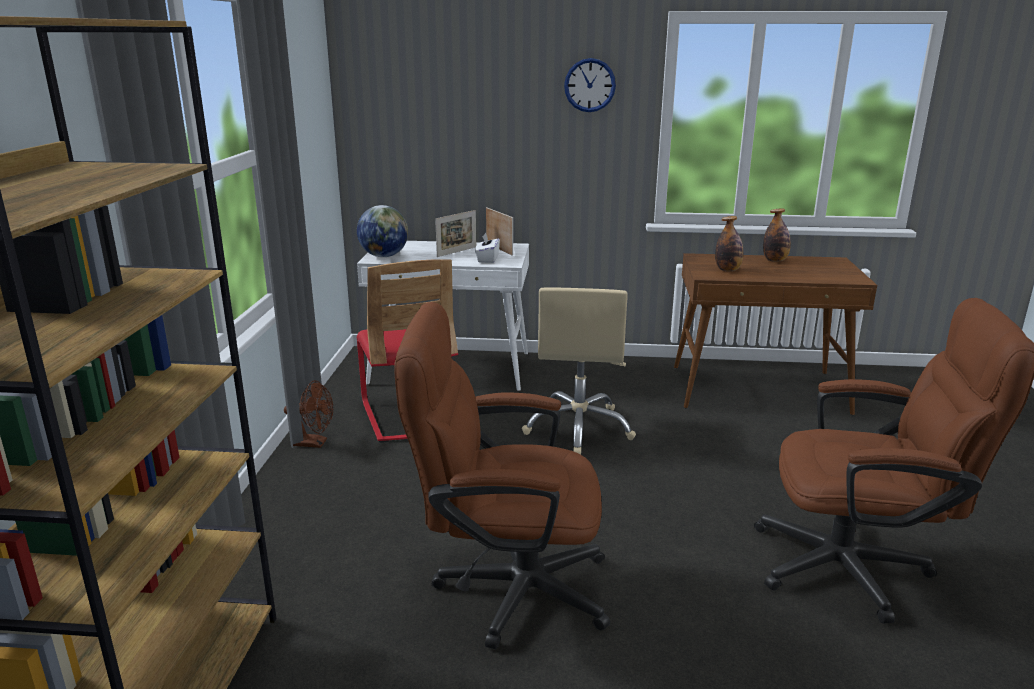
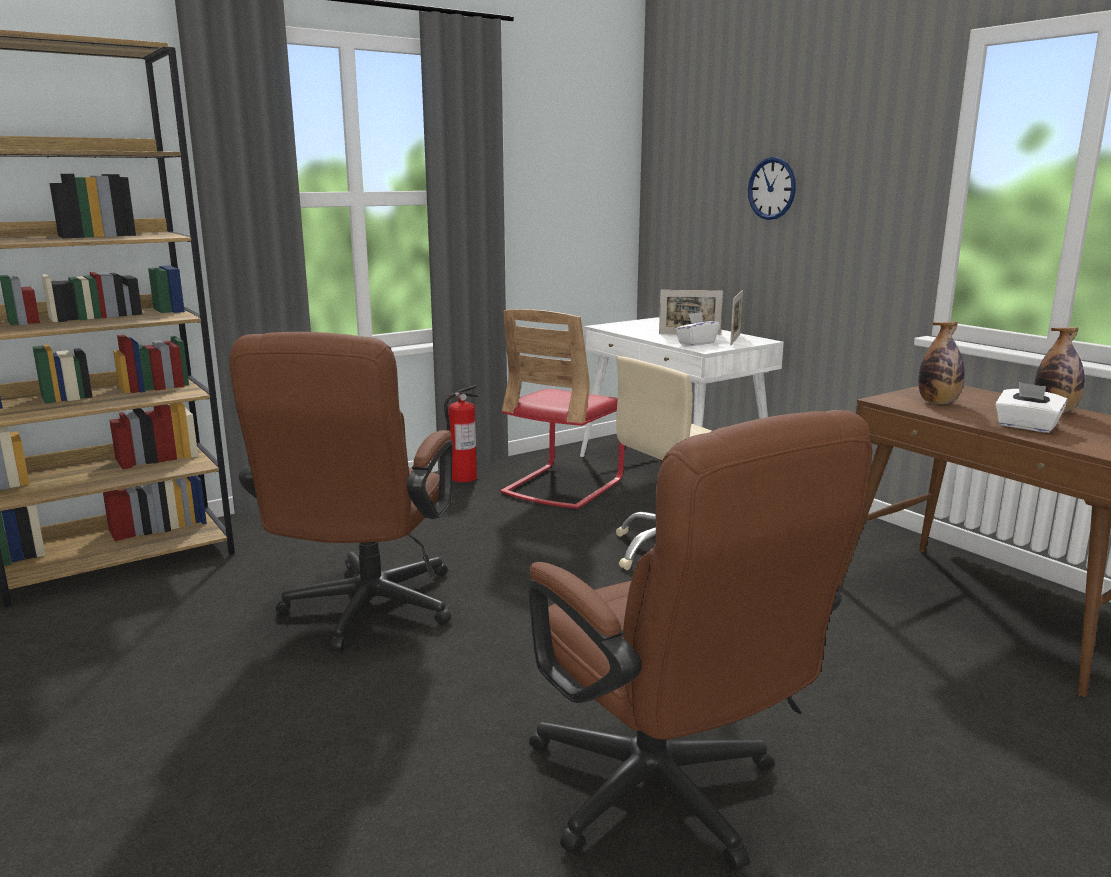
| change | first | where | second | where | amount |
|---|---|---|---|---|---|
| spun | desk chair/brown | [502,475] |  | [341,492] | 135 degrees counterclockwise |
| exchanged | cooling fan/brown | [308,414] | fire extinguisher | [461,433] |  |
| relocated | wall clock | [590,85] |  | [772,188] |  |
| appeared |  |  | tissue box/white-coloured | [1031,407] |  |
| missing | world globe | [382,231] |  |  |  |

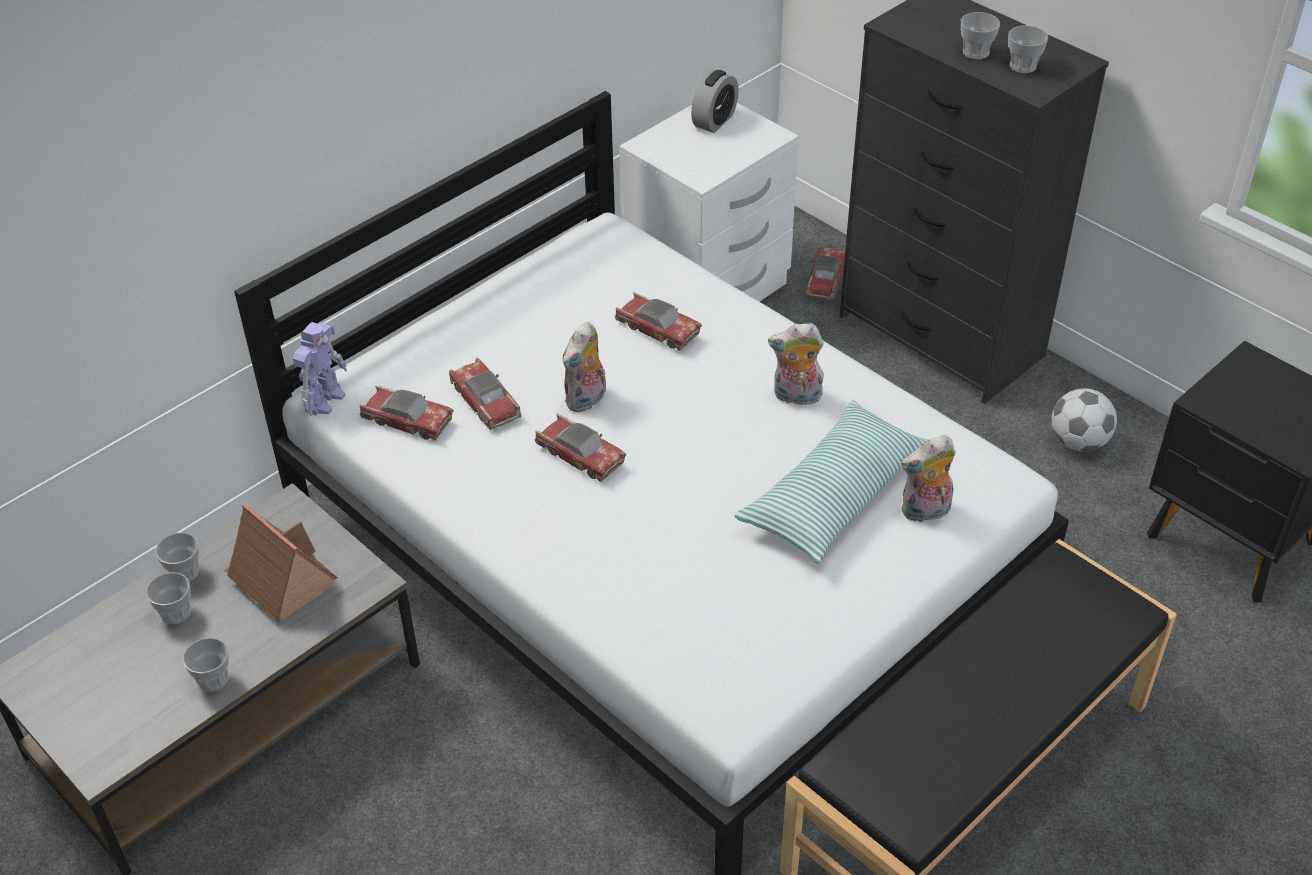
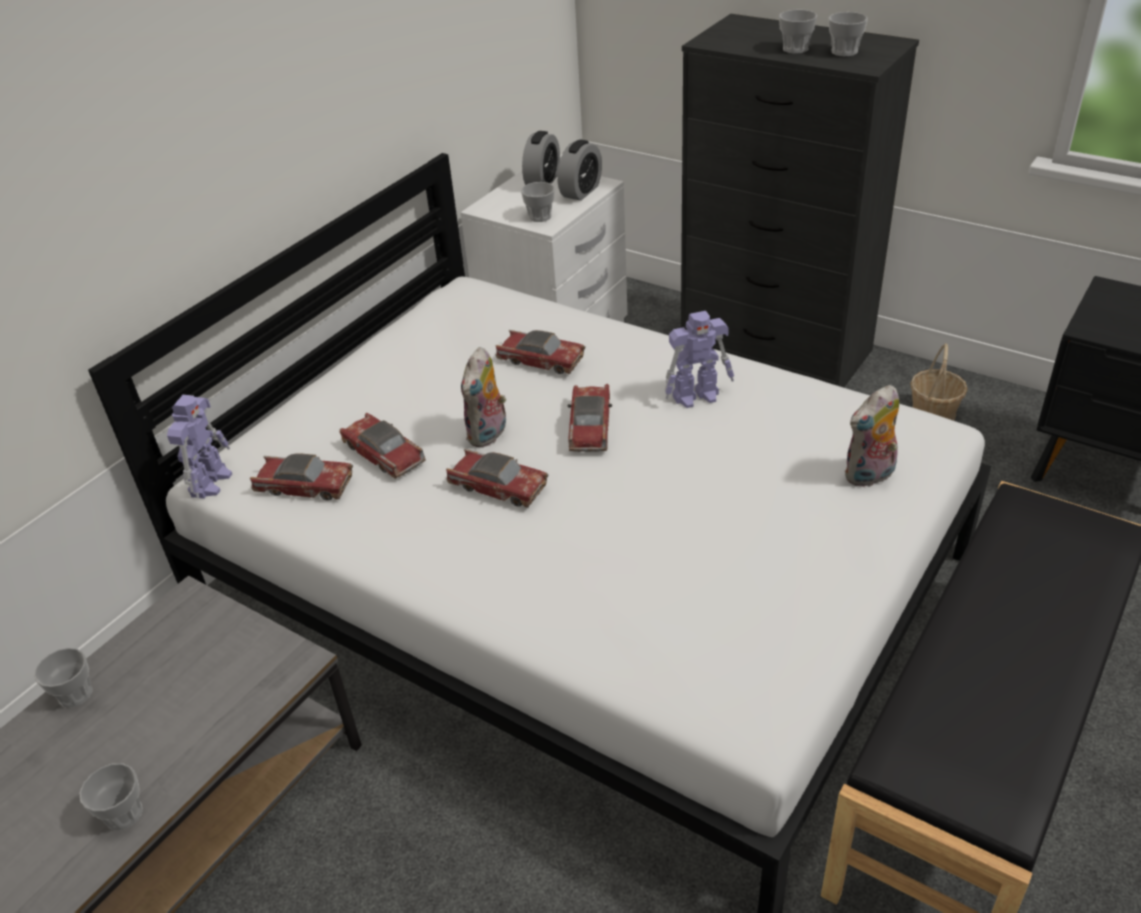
| change | first | where | second | where | amount |
|---|---|---|---|---|---|
| relocated | drinking cup | [168,598] |  | [538,202] |  |
| appeared |  |  | alarm clock | [579,170] |  |
| relocated | miniature car | [825,272] |  | [590,418] |  |
| exchanged | plush toy | [796,364] | toy robot | [699,359] |  |
| exchanged | football ball | [1084,420] | household basket | [939,382] |  |
| missing | model house | [281,562] |  |  |  |
| missing | pillow | [831,482] |  |  |  |

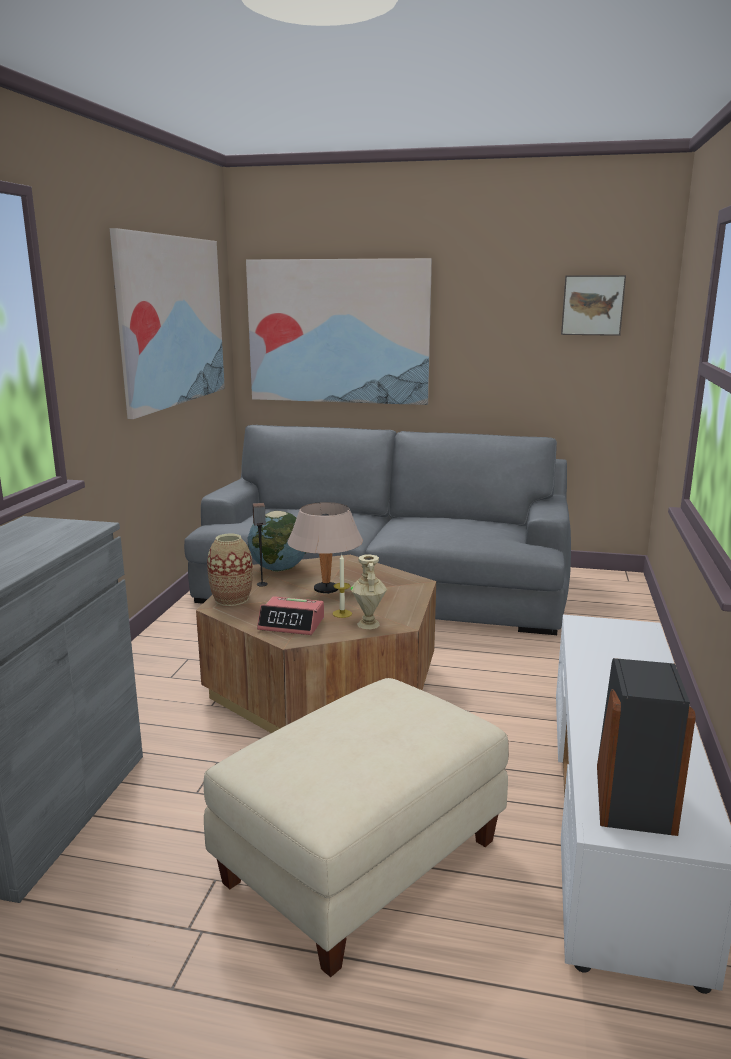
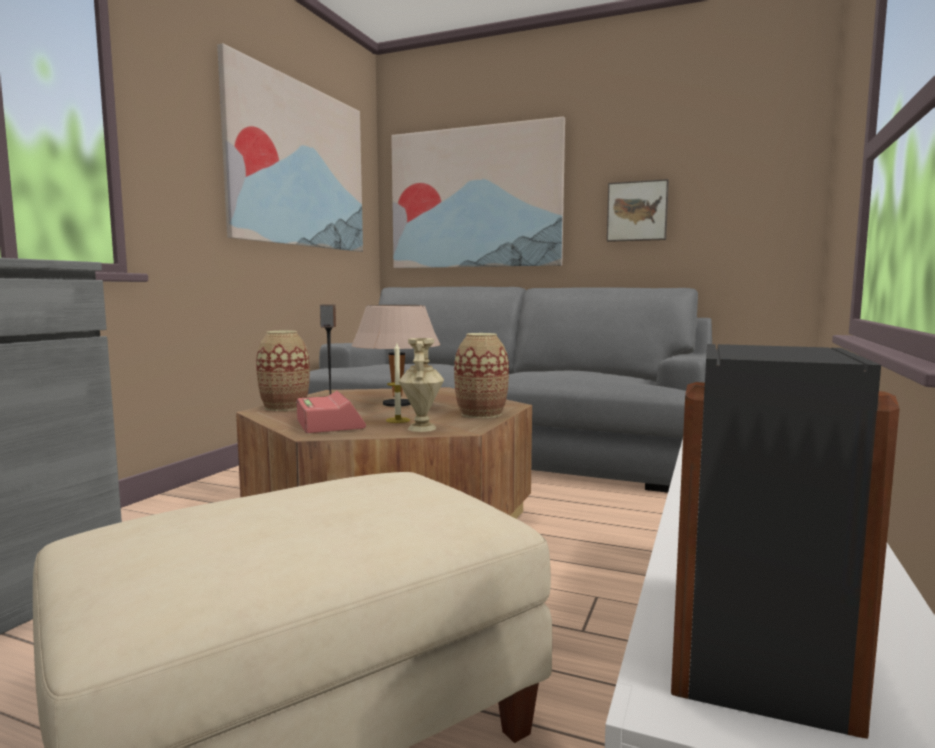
| change | first | where | second | where | amount |
|---|---|---|---|---|---|
| spun | alarm clock | [290,615] |  | [331,412] | 135 degrees counterclockwise |
| appeared |  |  | vase | [481,375] |  |
| relocated | wall picture | [593,305] |  | [638,210] |  |
| missing | world globe | [277,541] |  |  |  |

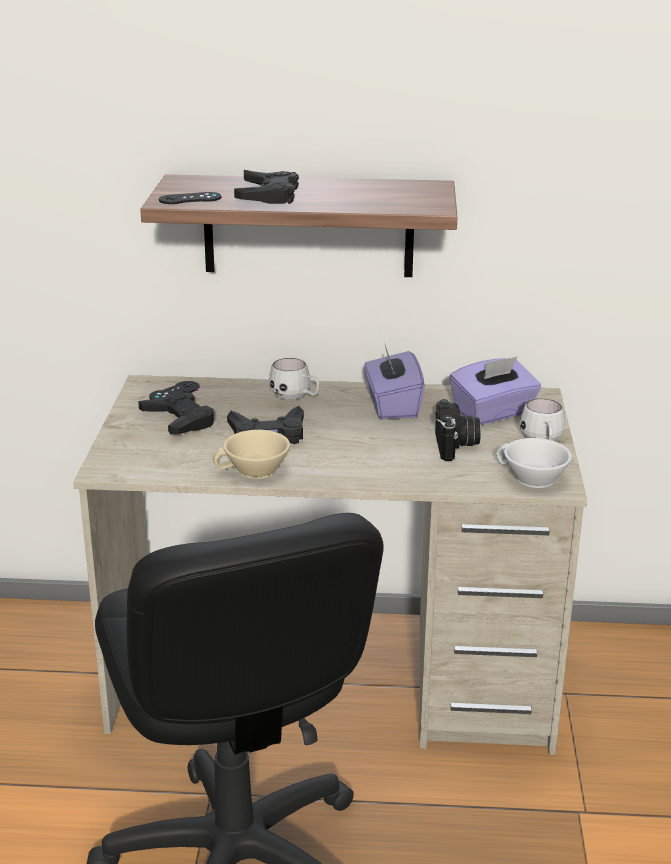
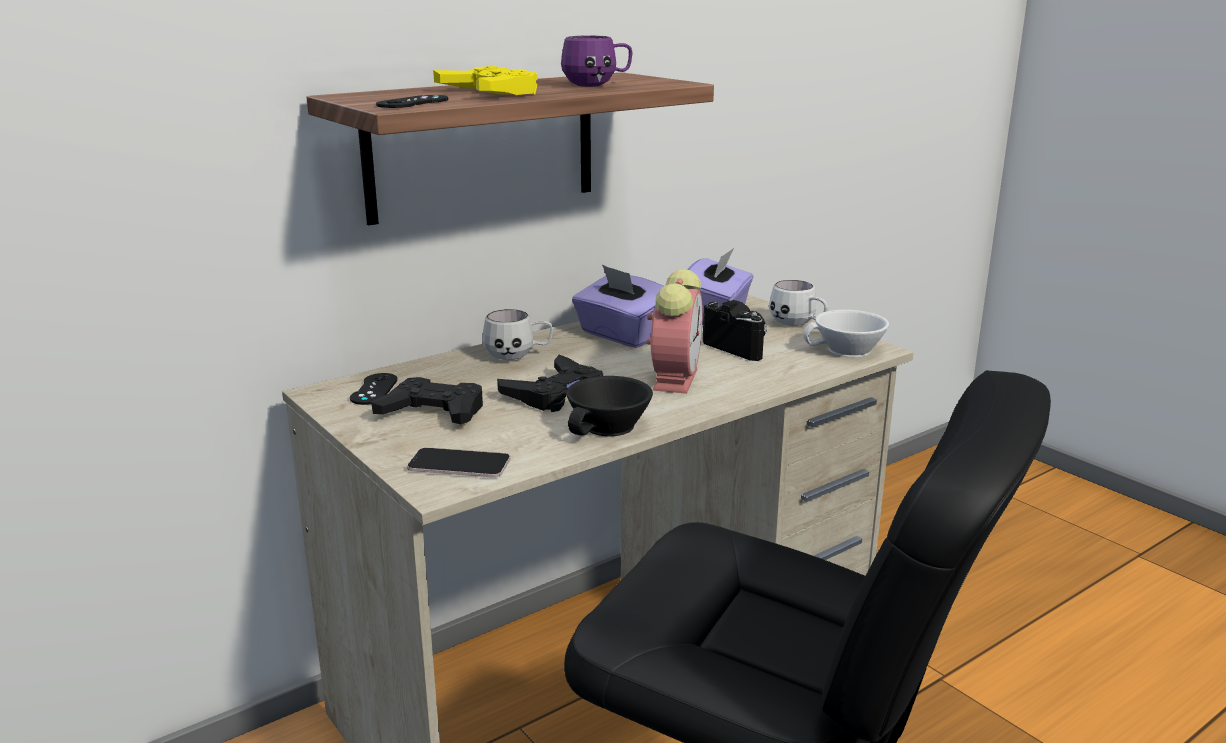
| change | first | where | second | where | amount |
|---|---|---|---|---|---|
| appeared |  |  | telephone | [458,462] |  |
| colour | joypad/blackish | [266,187] | joypad/yellowish | [485,80] |  |
| appeared |  |  | tea mug/purple-coloured | [597,61] |  |
| colour | drinking cup/sand-coloured | [251,454] | drinking cup/blackish | [609,406] |  |
| appeared |  |  | alarm clock | [675,331] |  |

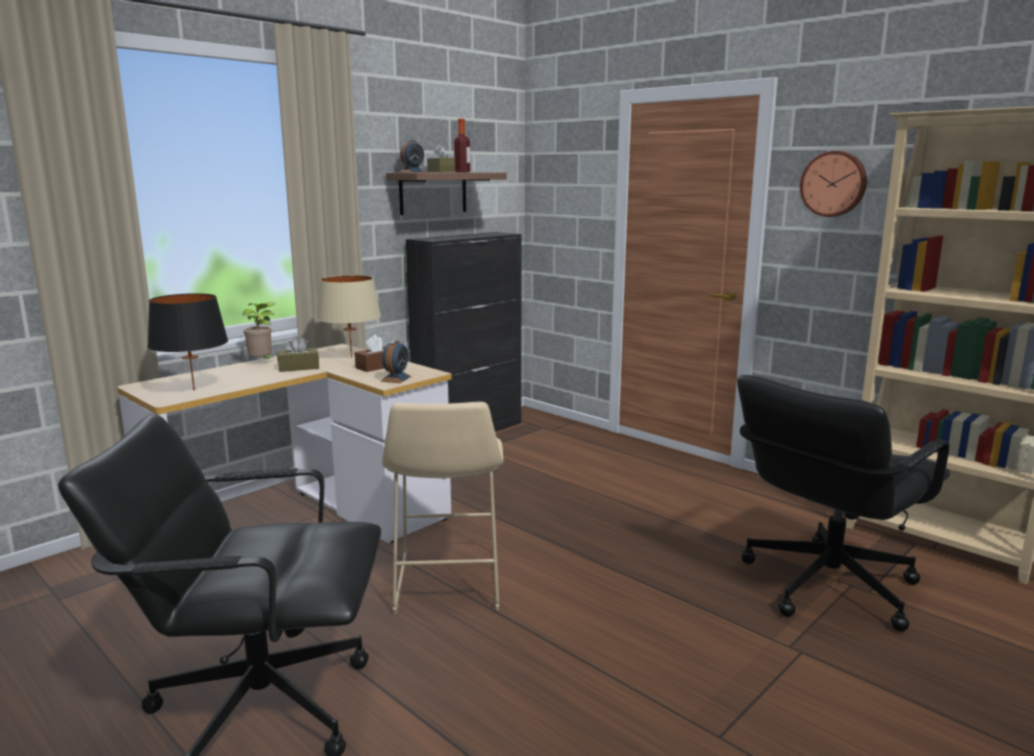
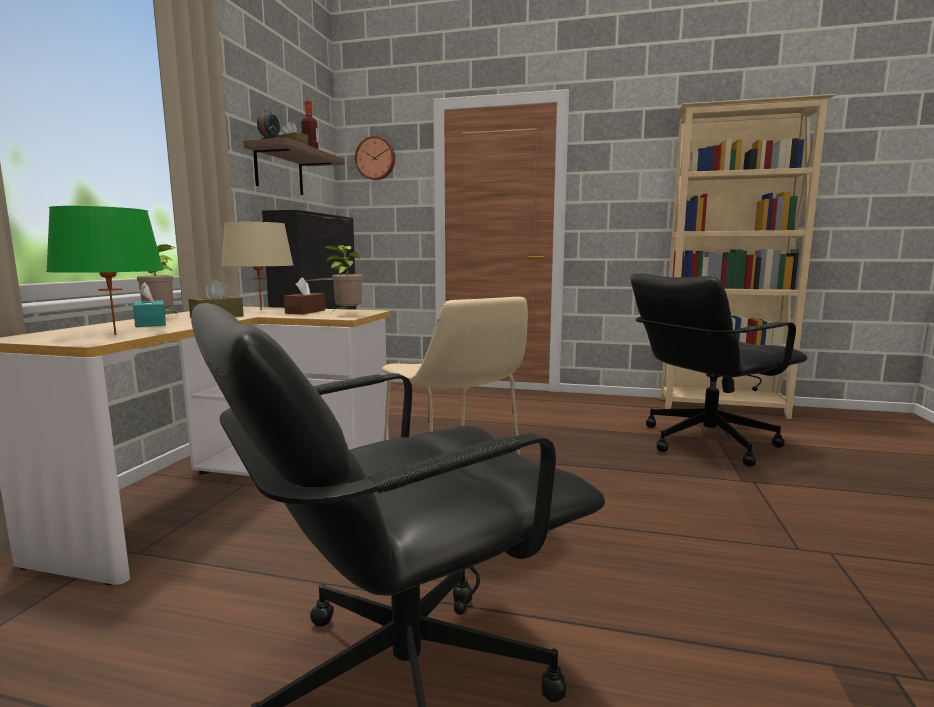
| change | first | where | second | where | amount |
|---|---|---|---|---|---|
| colour | lamp for a table/blackish | [187,342] | lamp for a table/green | [105,270] |  |
| appeared |  |  | tissue box/turquoise | [149,304] |  |
| exchanged | alarm clock | [396,362] | houseplant | [344,279] |  |
| relocated | wall clock | [833,184] |  | [375,158] |  |
| spun | desk chair/blackish | [843,503] |  | [719,370] | 45 degrees clockwise |

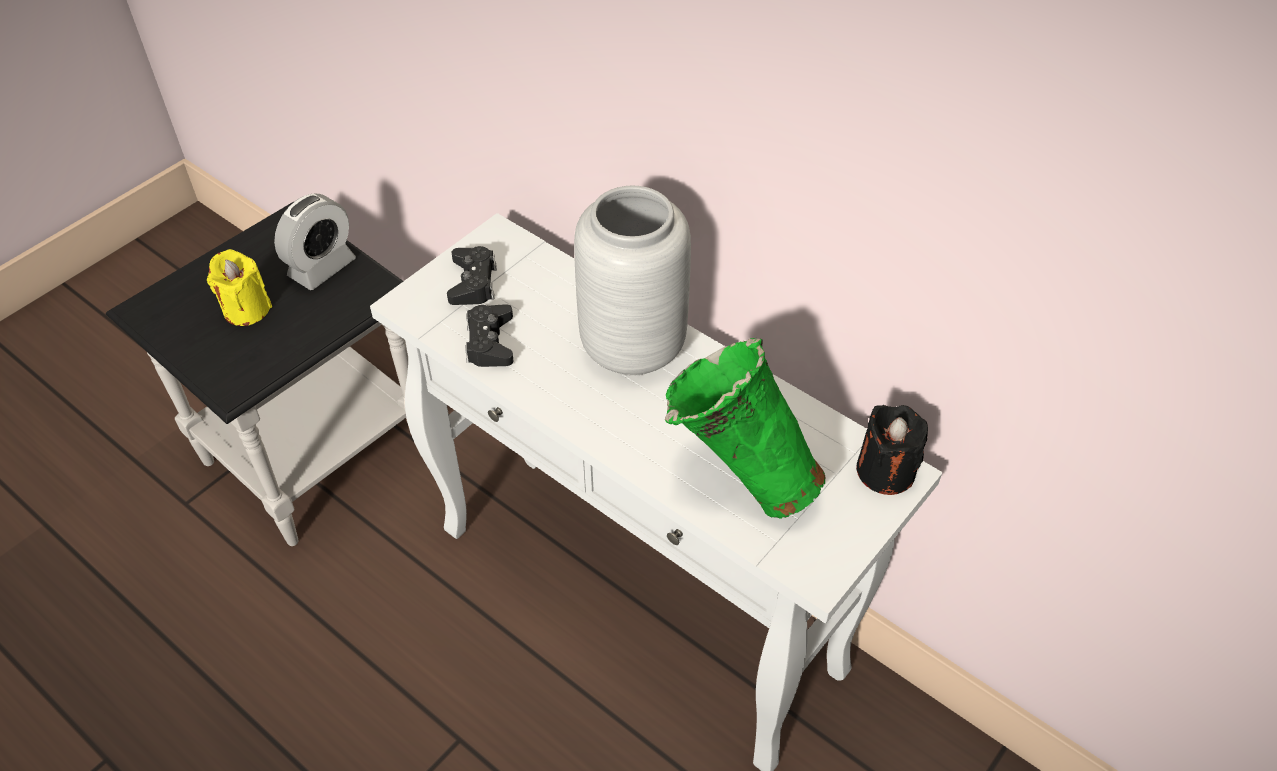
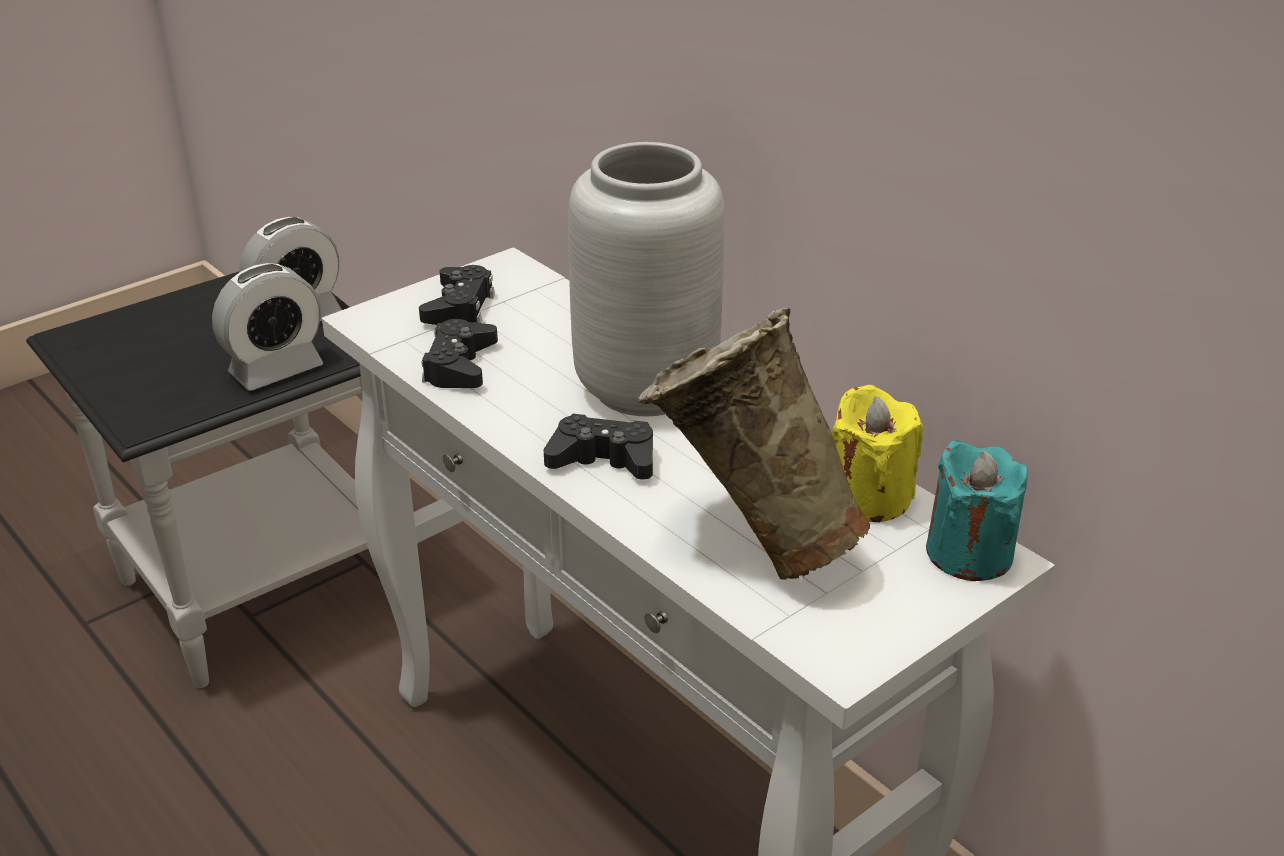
| change | first | where | second | where | amount |
|---|---|---|---|---|---|
| appeared |  |  | alarm clock | [267,326] |  |
| appeared |  |  | joypad/blackish | [598,447] |  |
| colour | vase/green | [745,428] | vase/sand-coloured | [754,444] |  |
| relocated | wax candle/yellowish | [239,287] |  | [877,453] |  |
| colour | wax candle/blackish | [892,450] | wax candle/turquoise | [977,510] |  |

